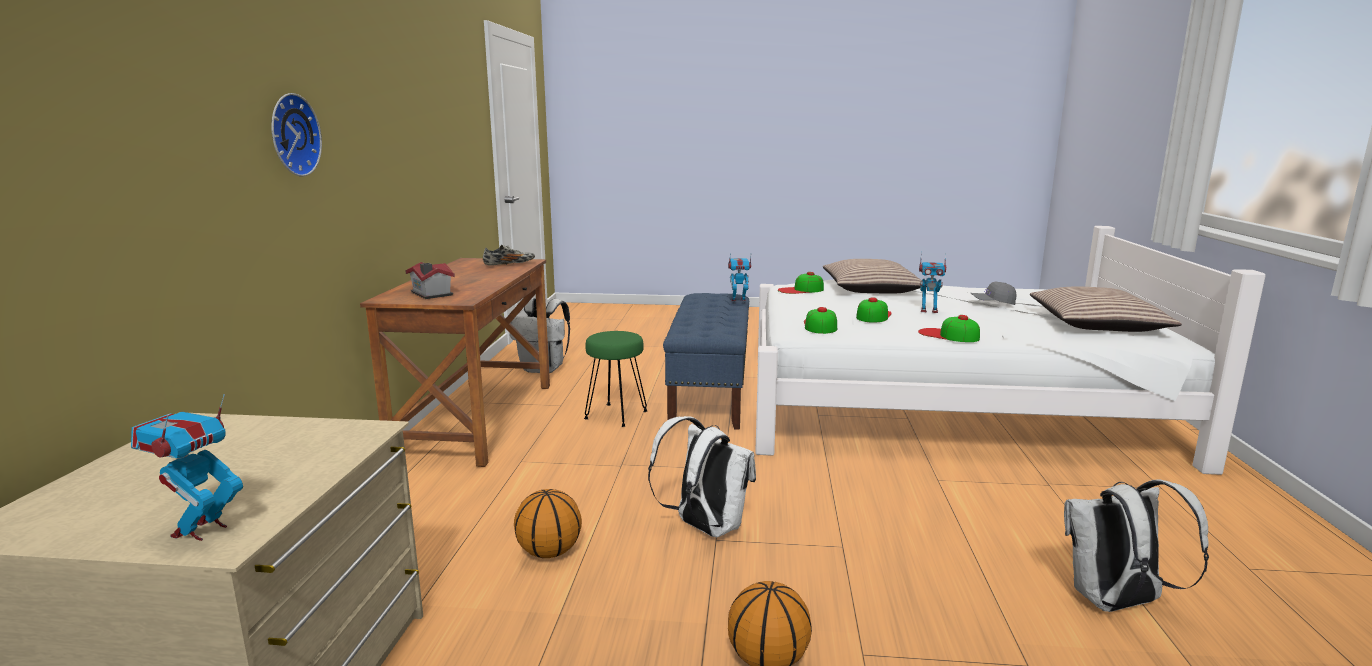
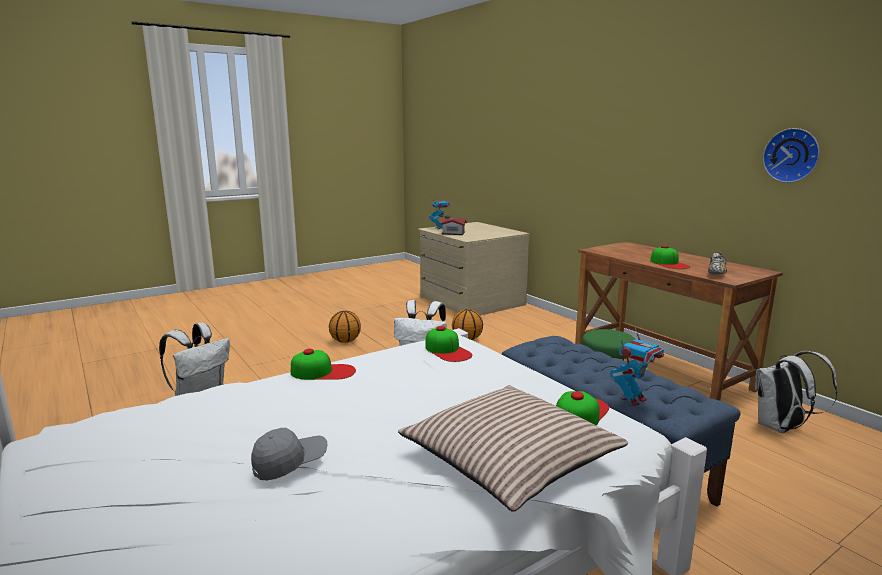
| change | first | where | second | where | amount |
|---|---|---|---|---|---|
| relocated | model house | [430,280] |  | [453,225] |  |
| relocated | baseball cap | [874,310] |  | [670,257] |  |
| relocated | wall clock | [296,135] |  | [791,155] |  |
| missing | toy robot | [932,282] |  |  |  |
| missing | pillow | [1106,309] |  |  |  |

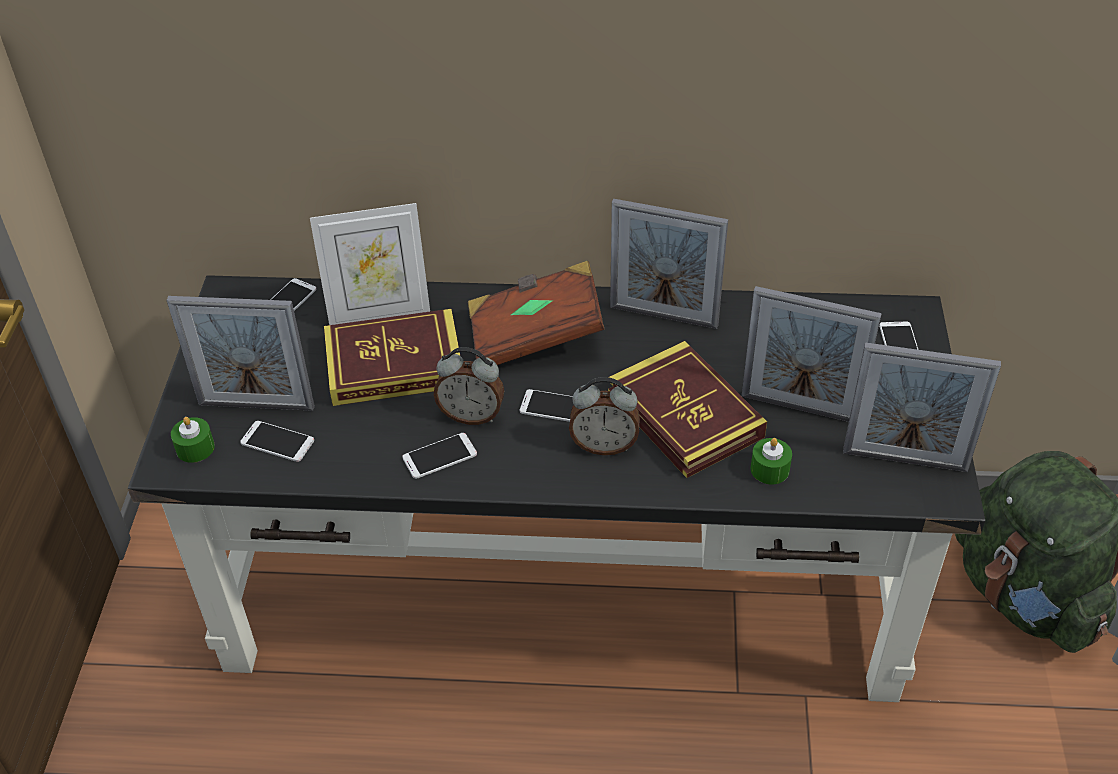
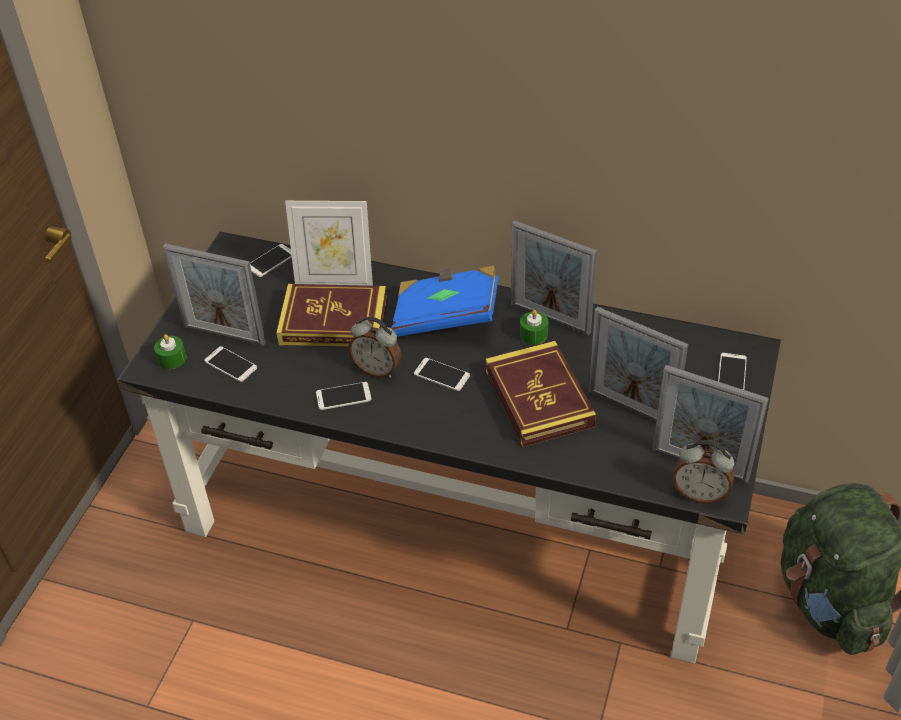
| change | first | where | second | where | amount |
|---|---|---|---|---|---|
| colour | volume/brown | [536,313] | volume/bluish | [445,301] |  |
| relocated | wax candle/green | [771,461] |  | [534,327] |  |
| relocated | alarm clock | [604,416] |  | [704,472] |  |

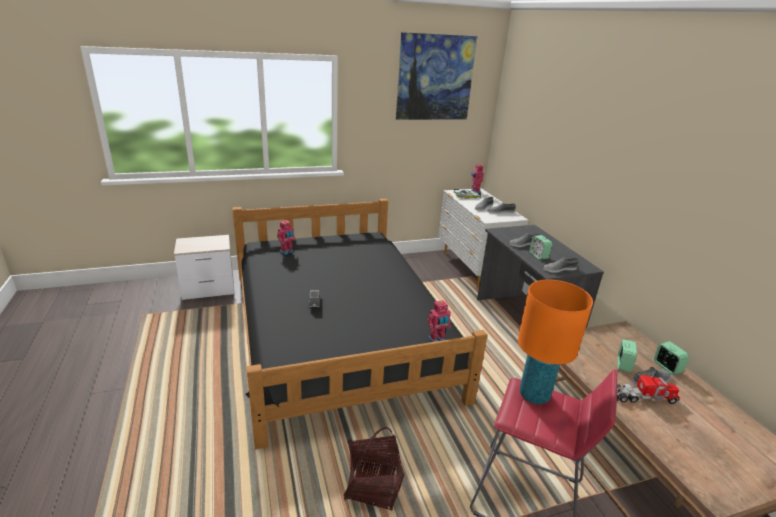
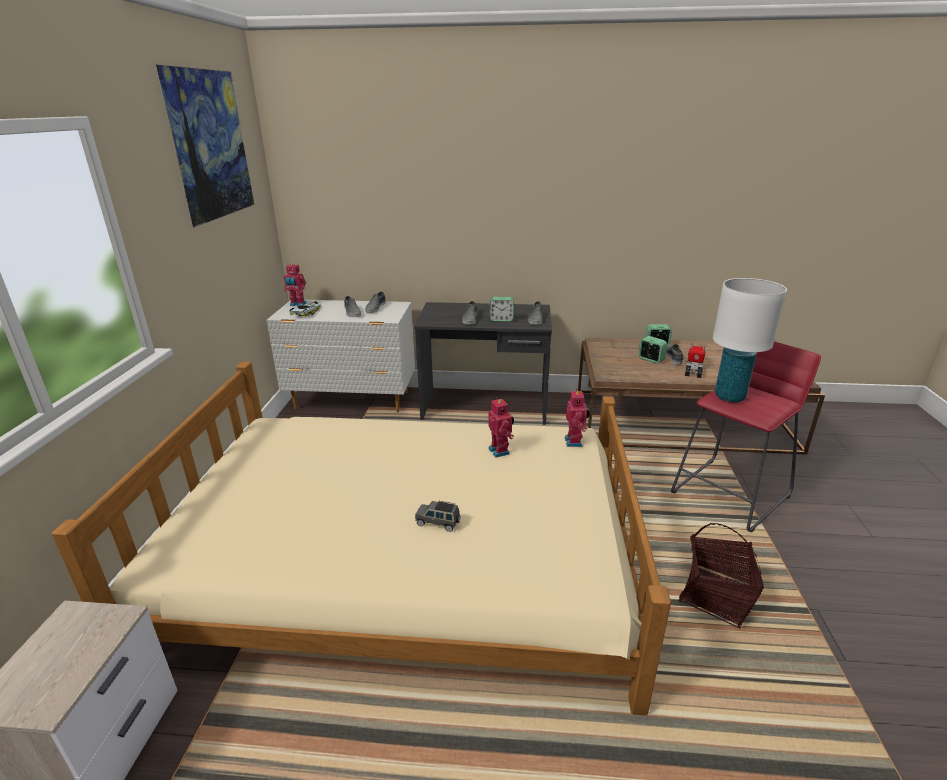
| change | first | where | second | where | amount |
|---|---|---|---|---|---|
| colour | bed/blackish | [360,324] | bed/sand-coloured | [361,538] |  |
| relocated | toy robot | [286,237] |  | [501,427] |  |
| colour | lamp for a table/orangey | [555,341] | lamp for a table/white-coloured | [750,340] |  |

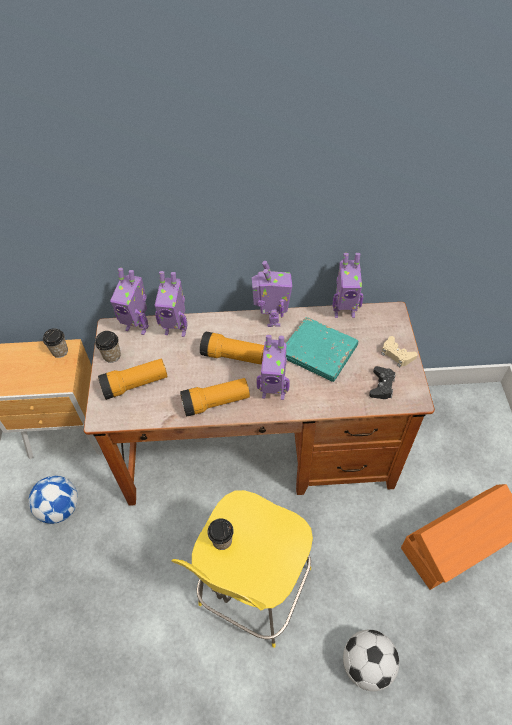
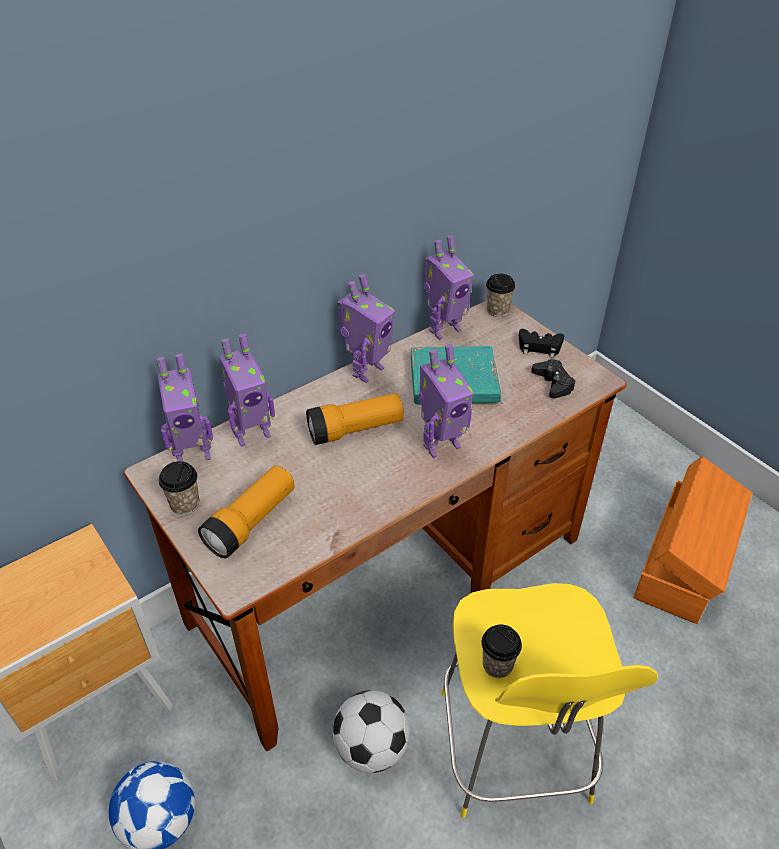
| change | first | where | second | where | amount |
|---|---|---|---|---|---|
| relocated | football ball | [371,660] |  | [371,731] |  |
| spun | toy robot | [272,294] |  | [366,328] | 75 degrees clockwise |
| relocated | drinking cup | [55,343] |  | [500,295] |  |
| colour | joypad/sand-coloured | [399,351] | joypad/blackish | [541,343] |  |
| missing | torch | [215,397] |  |  |  |

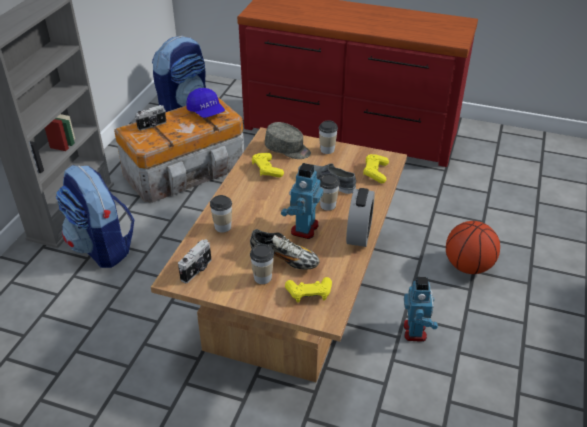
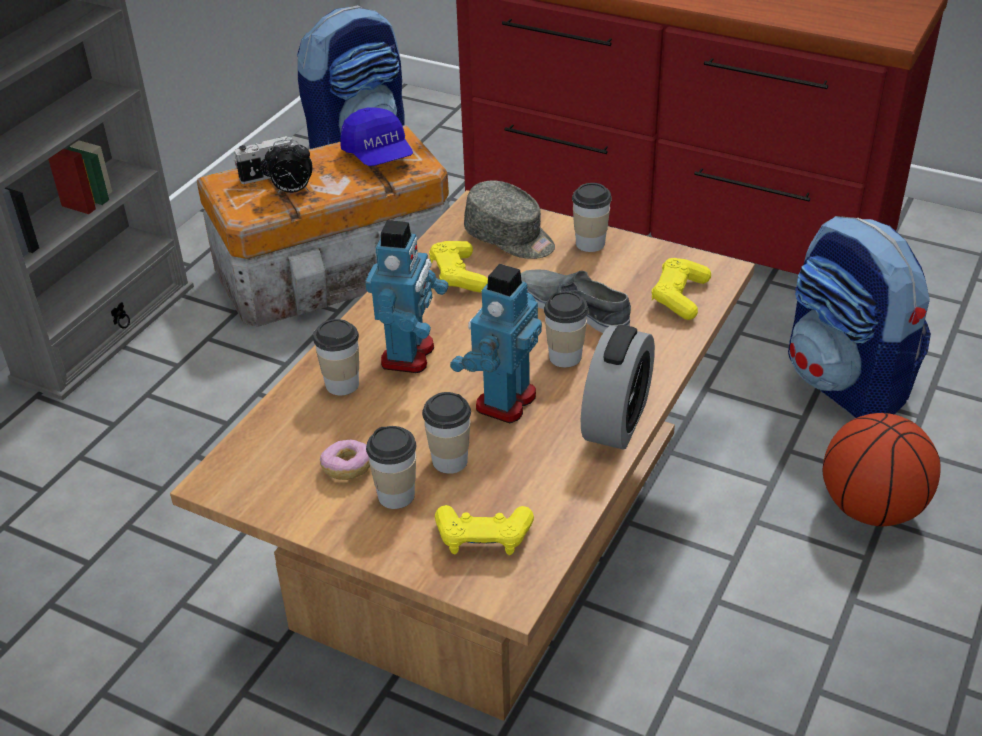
| change | first | where | second | where | amount |
|---|---|---|---|---|---|
| appeared |  |  | alarm clock | [288,166] |  |
| appeared |  |  | donut | [345,460] |  |
| relocated | toy robot | [421,309] |  | [407,296] |  |
| exchanged | shoe | [285,249] | drinking cup | [446,433] |  |
| relocated | rucksack | [95,216] |  | [859,317] |  |
| missing | photo camera | [195,261] |  |  |  |

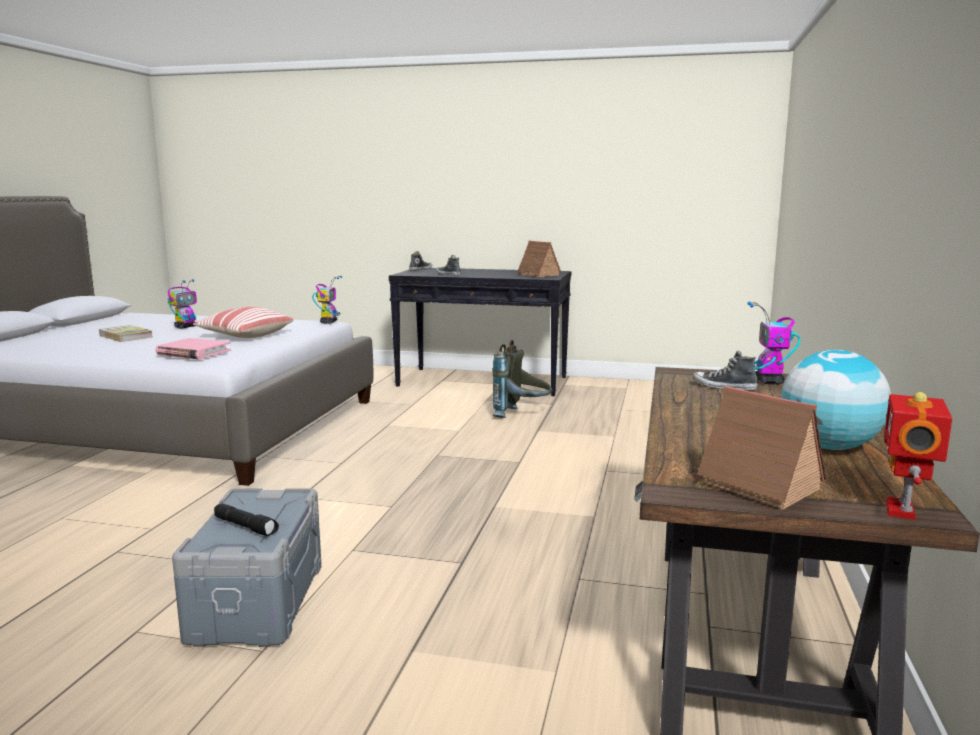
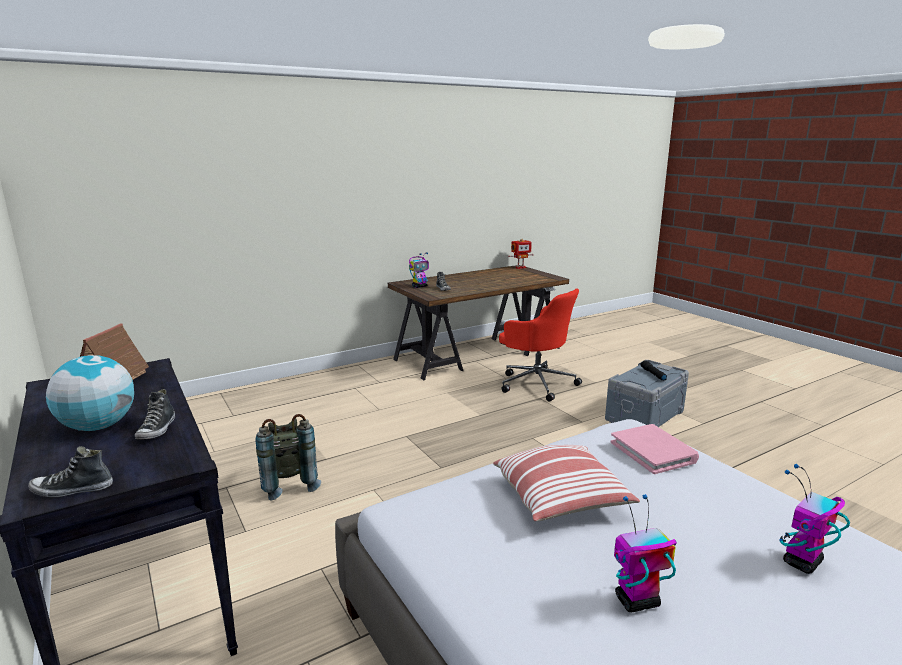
| change | first | where | second | where | amount |
|---|---|---|---|---|---|
| relocated | world globe | [836,400] |  | [90,393] |  |
| appeared |  |  | desk chair/red | [540,345] |  |
| relocated | toy robot | [327,300] |  | [814,519] |  |
| missing | volume | [125,333] |  |  |  |
| missing | model house | [755,448] |  |  |  |

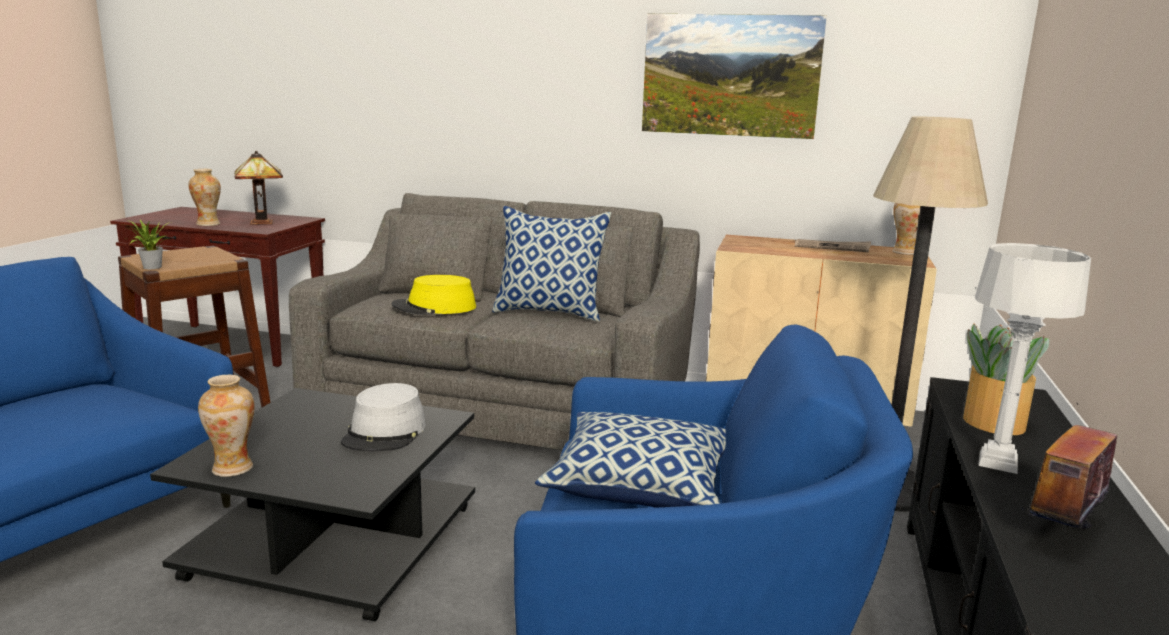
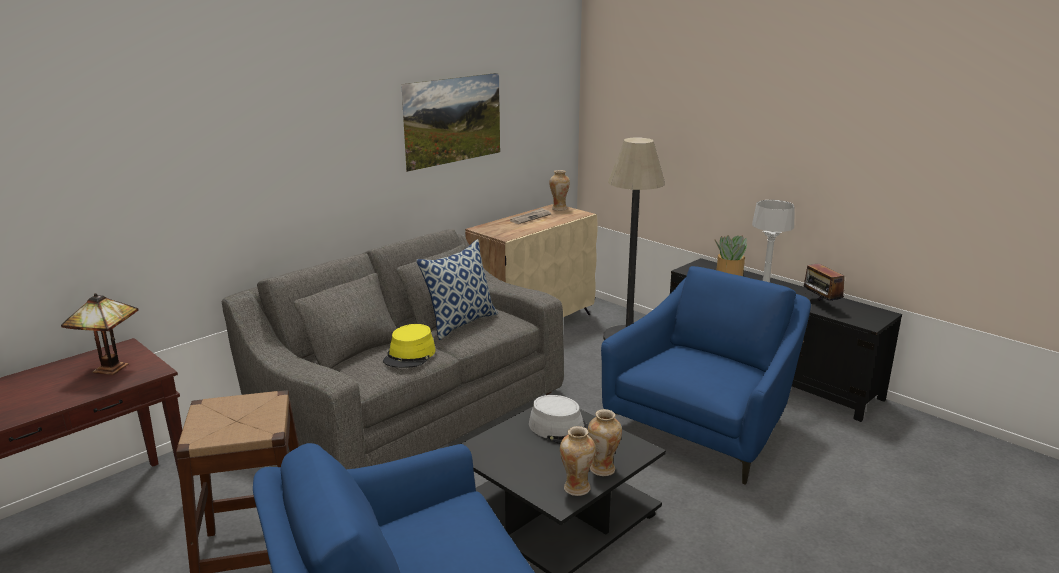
| change | first | where | second | where | amount |
|---|---|---|---|---|---|
| relocated | vase | [204,197] |  | [605,442] |  |
| missing | houseplant | [147,243] |  |  |  |
| missing | pillow | [630,460] |  |  |  |

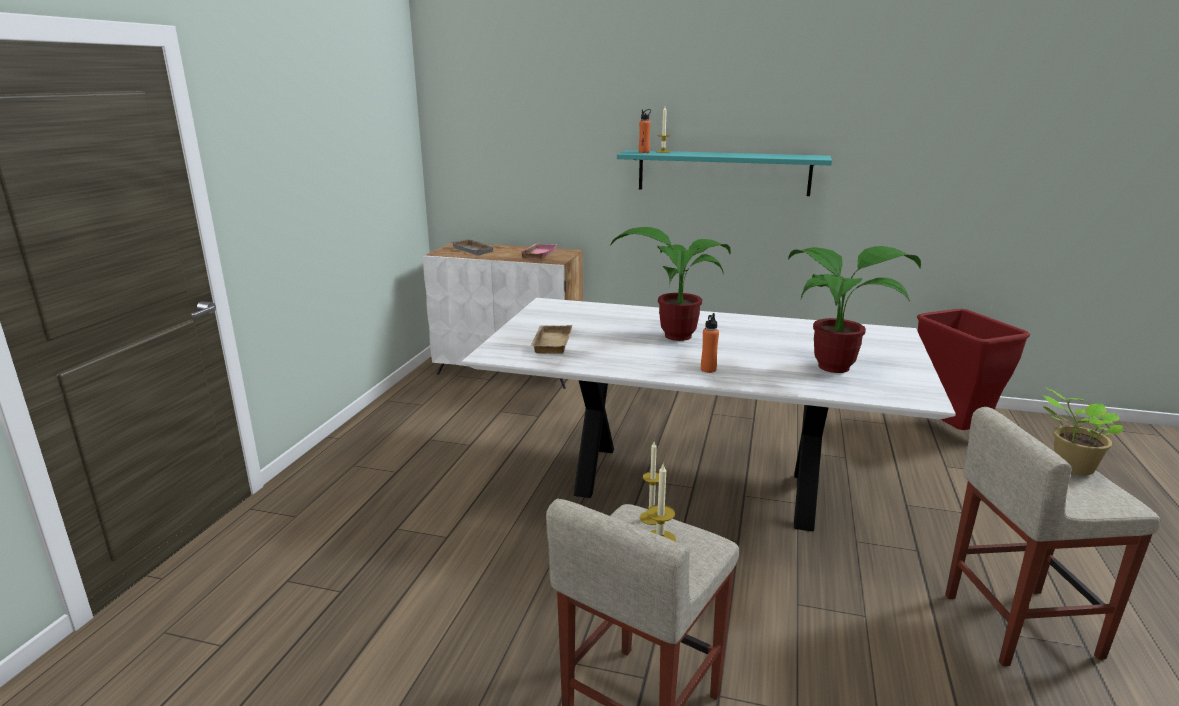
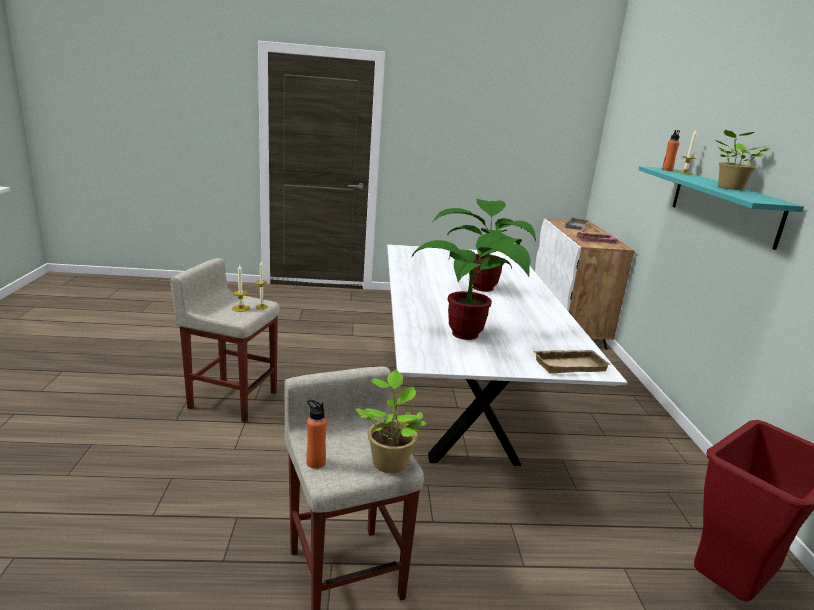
| change | first | where | second | where | amount |
|---|---|---|---|---|---|
| relocated | bottle/orangey | [710,343] |  | [316,434] |  |
| relocated | serving tray/sand-coloured | [551,339] |  | [572,361] |  |
| appeared |  |  | houseplant | [743,160] |  |

